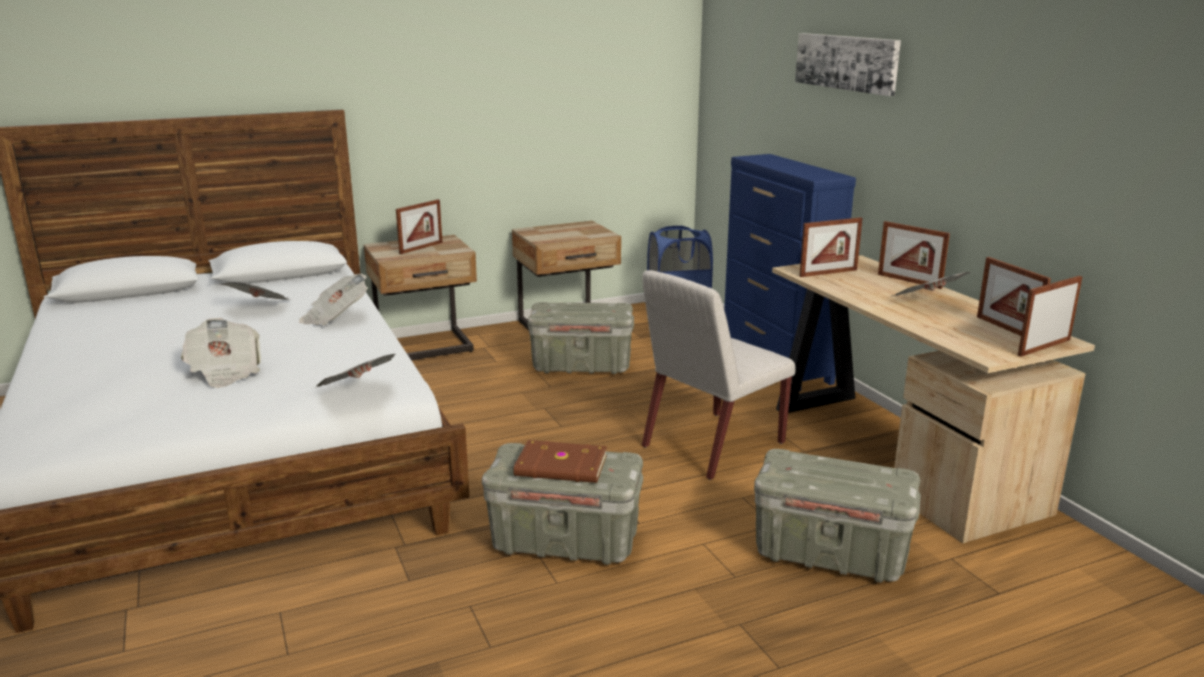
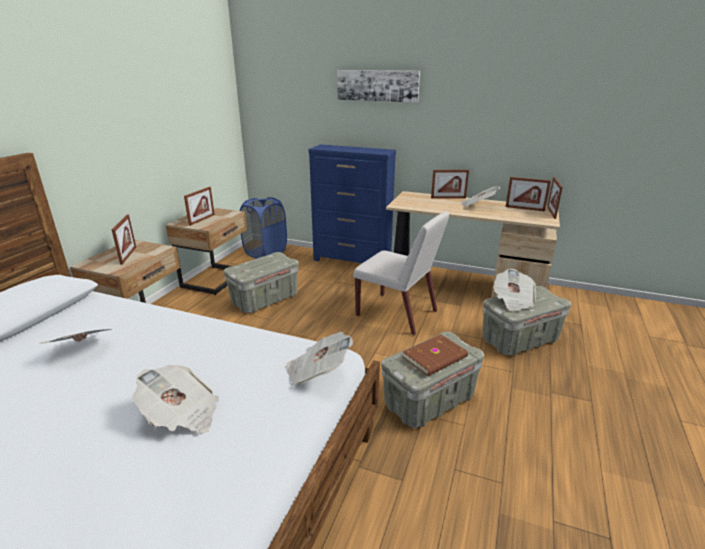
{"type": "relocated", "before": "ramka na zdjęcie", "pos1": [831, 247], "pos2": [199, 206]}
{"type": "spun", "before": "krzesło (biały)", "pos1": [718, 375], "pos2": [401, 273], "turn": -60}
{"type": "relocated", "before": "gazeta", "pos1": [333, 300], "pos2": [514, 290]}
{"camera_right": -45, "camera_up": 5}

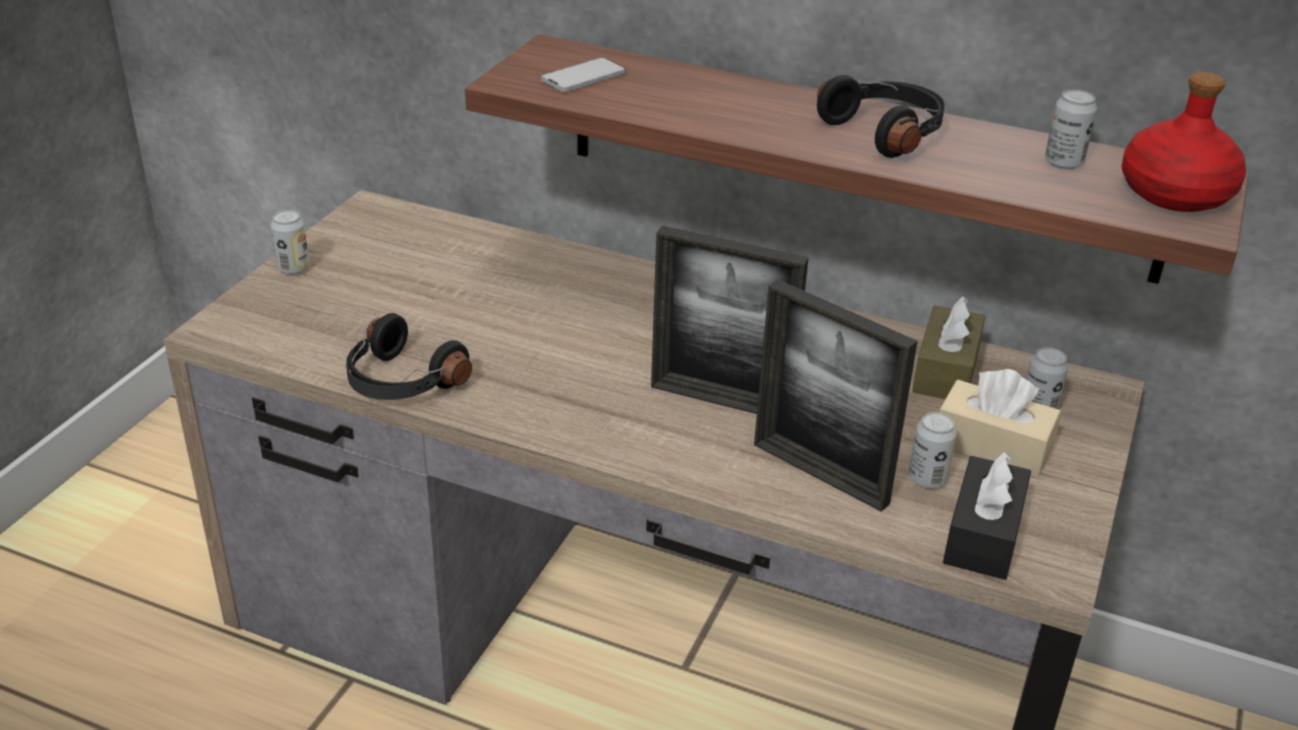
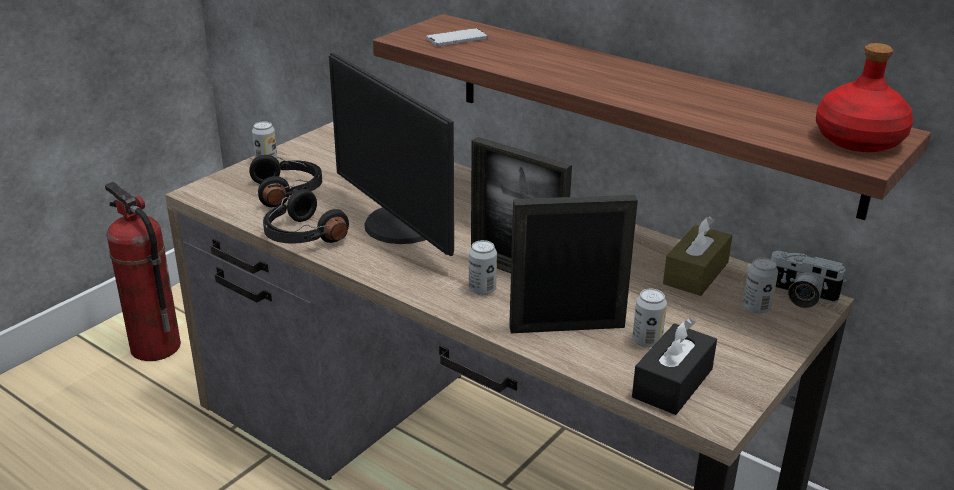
{"type": "appeared", "after": "gaśnica", "pos2": [143, 271]}
{"type": "relocated", "before": "słuchawki (czarny)", "pos1": [881, 116], "pos2": [285, 181]}
{"type": "appeared", "after": "monitor", "pos2": [391, 154]}
{"type": "relocated", "before": "puszka", "pos1": [1071, 130], "pos2": [483, 267]}
{"type": "spun", "before": "ramka na zdjęcie", "pos1": [836, 396], "pos2": [573, 264], "turn": 120}
{"type": "appeared", "after": "aparat fotograficzny", "pos2": [808, 279]}
{"type": "missing", "before": "pudełko chusteczek (beżowy)", "pos1": [1000, 423]}
{"camera_right": 15, "camera_up": -5}

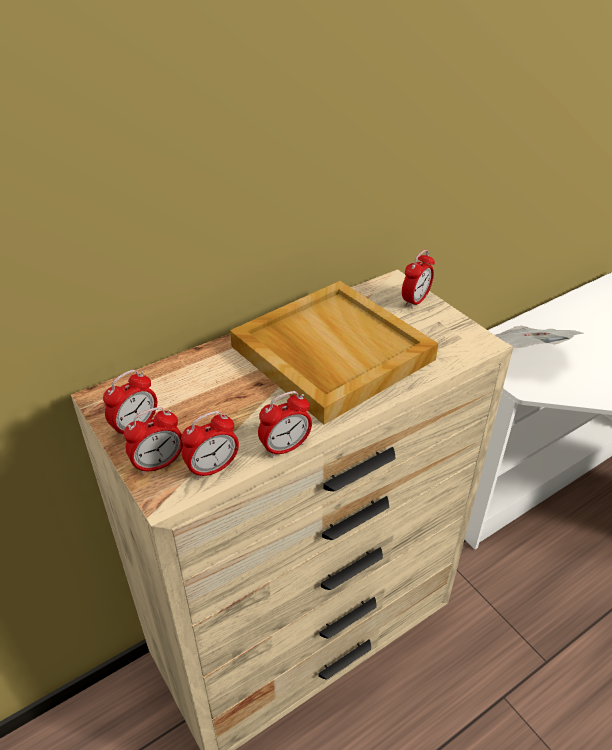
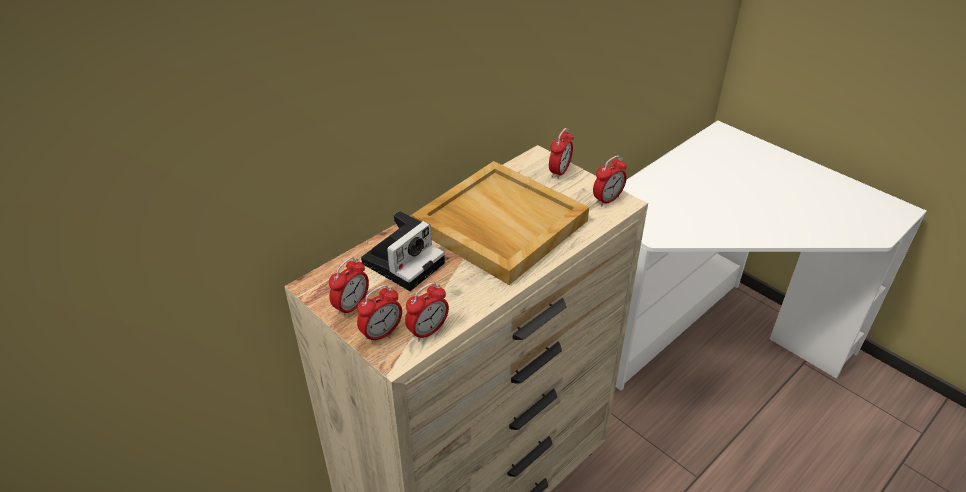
{"type": "appeared", "after": "aparat fotograficzny", "pos2": [403, 251]}
{"type": "relocated", "before": "budzik", "pos1": [285, 424], "pos2": [610, 181]}
{"type": "missing", "before": "gazeta", "pos1": [539, 337]}
{"camera_right": -10, "camera_up": 0}

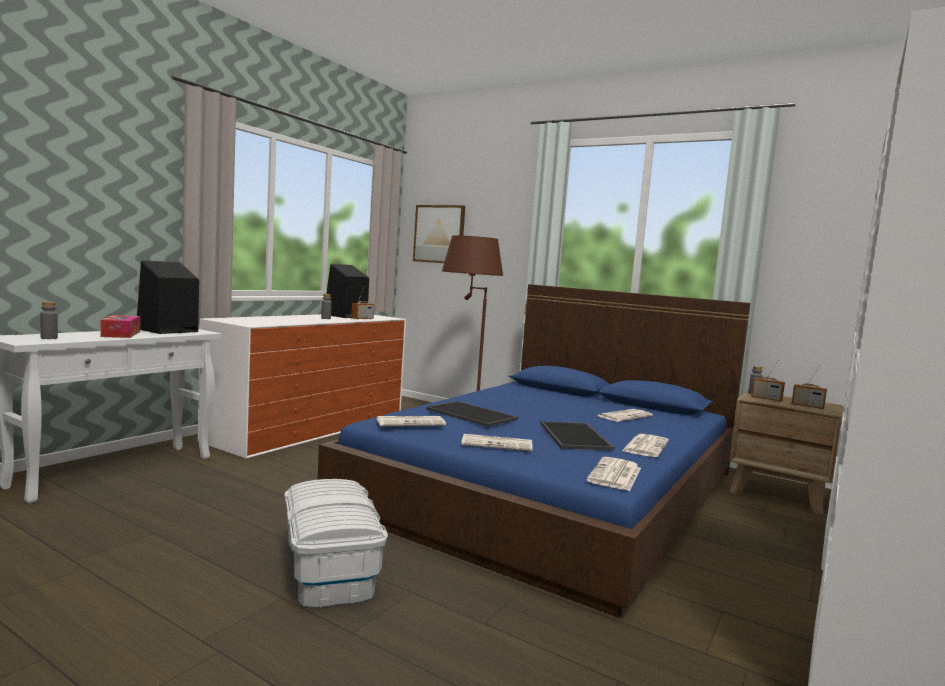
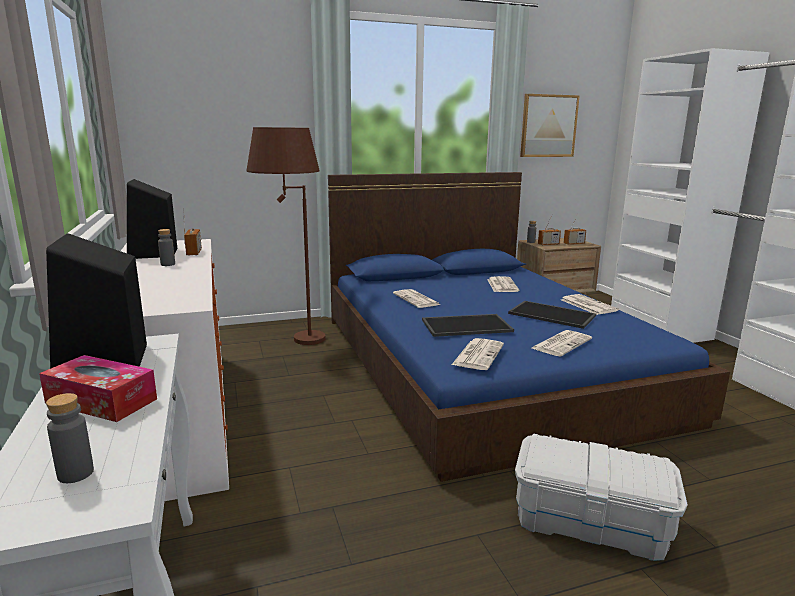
{"type": "relocated", "before": "gazeta", "pos1": [614, 474], "pos2": [416, 298]}
{"type": "relocated", "before": "obraz", "pos1": [439, 234], "pos2": [550, 125]}
{"camera_right": -50, "camera_up": 10}

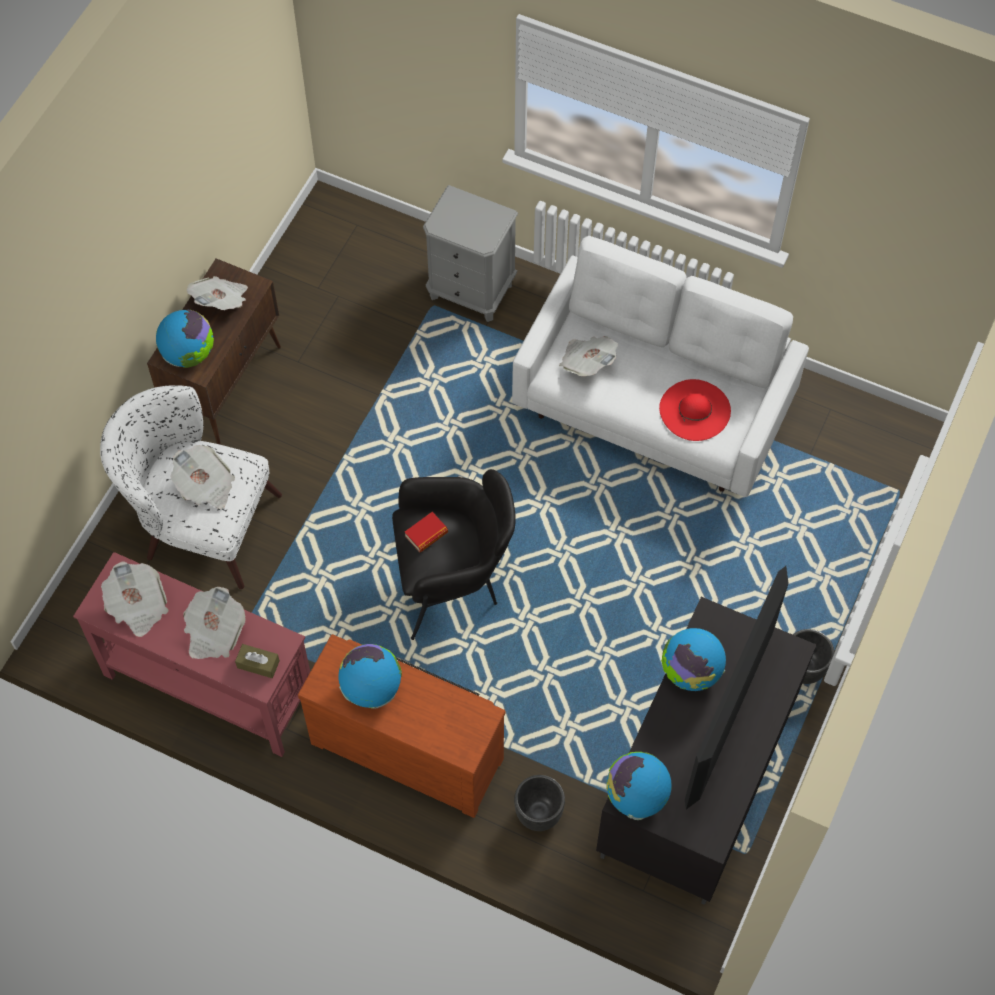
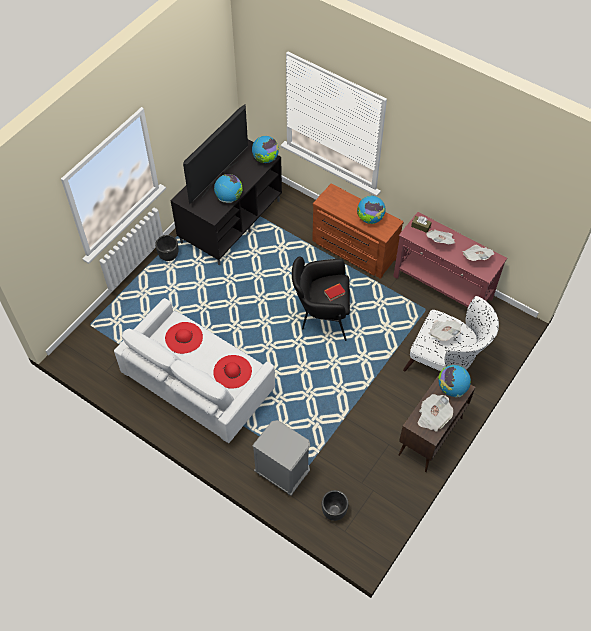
{"type": "exchanged", "before": "gazeta", "after": "kapelusz (czerwony)", "pos1": [588, 356], "pos2": [232, 372]}
{"type": "relocated", "before": "donica (czarny)", "pos1": [539, 803], "pos2": [335, 505]}
{"camera_right": -170, "camera_up": -5}

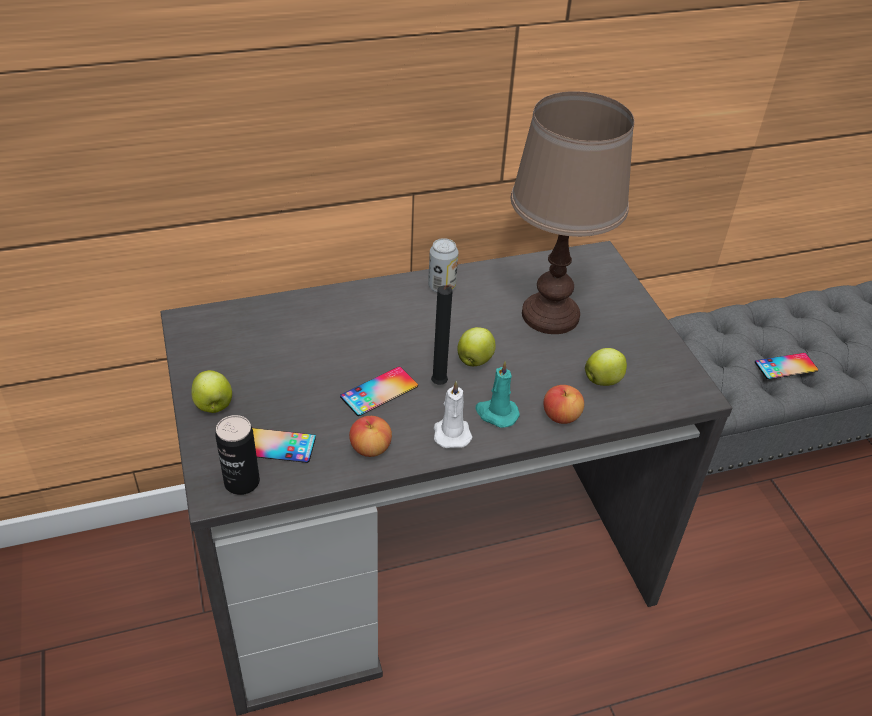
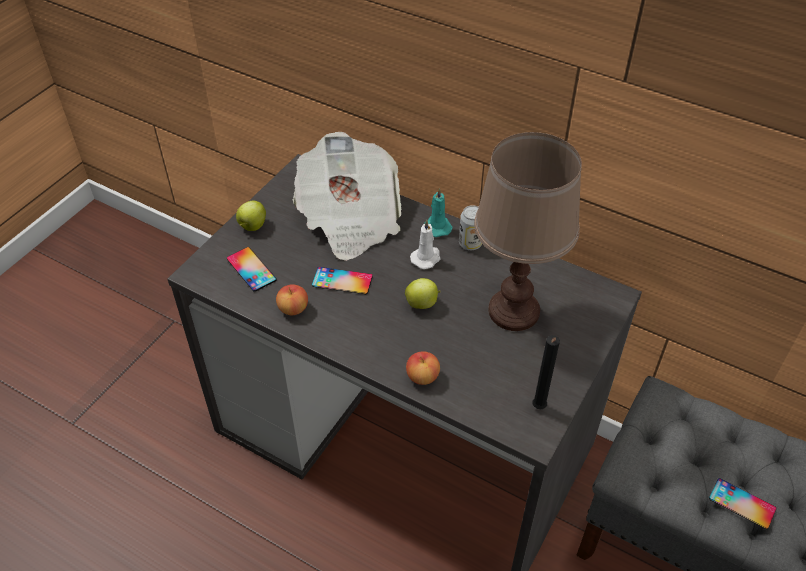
{"type": "appeared", "after": "gazeta", "pos2": [347, 196]}
{"type": "relocated", "before": "świeca (biały)", "pos1": [453, 414], "pos2": [425, 244]}
{"type": "relocated", "before": "świeca (turkusowy)", "pos1": [497, 394], "pos2": [438, 212]}
{"type": "relocated", "before": "świeca (czarny)", "pos1": [442, 334], "pos2": [546, 372]}
{"type": "missing", "before": "puszka", "pos1": [237, 455]}
{"type": "missing", "before": "jabłko", "pos1": [606, 367]}
{"camera_right": 50, "camera_up": 5}

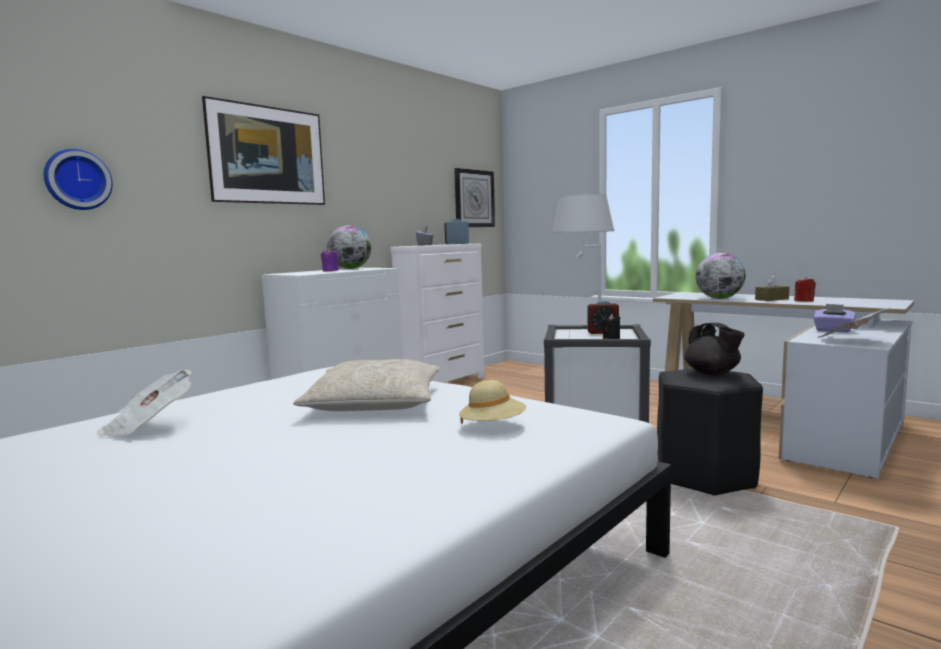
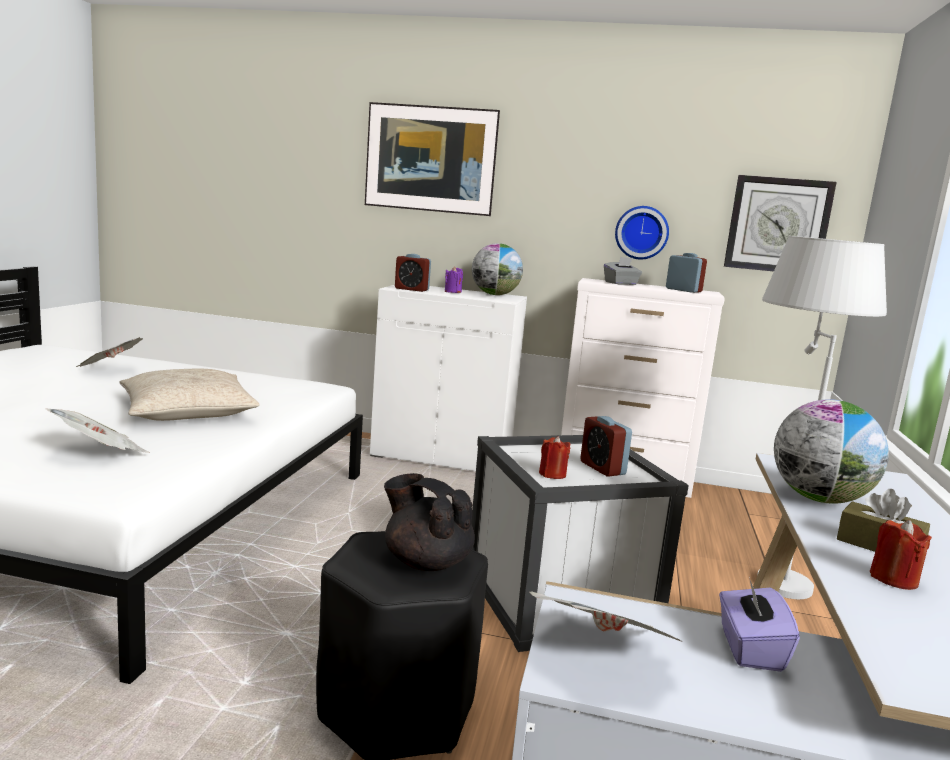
{"type": "exchanged", "before": "kapelusz (beżowy)", "after": "gazeta", "pos1": [492, 402], "pos2": [98, 431]}
{"type": "spun", "before": "imbryk (czarny)", "pos1": [714, 349], "pos2": [429, 522], "turn": 90}
{"type": "appeared", "after": "budzik", "pos2": [413, 273]}
{"type": "colour", "before": "świeca (czarny)", "after": "świeca (czerwony)", "pos1": [611, 326], "pos2": [554, 457]}
{"type": "relocated", "before": "zegar ścienny", "pos1": [78, 179], "pos2": [642, 233]}
{"camera_right": 60, "camera_up": 5}

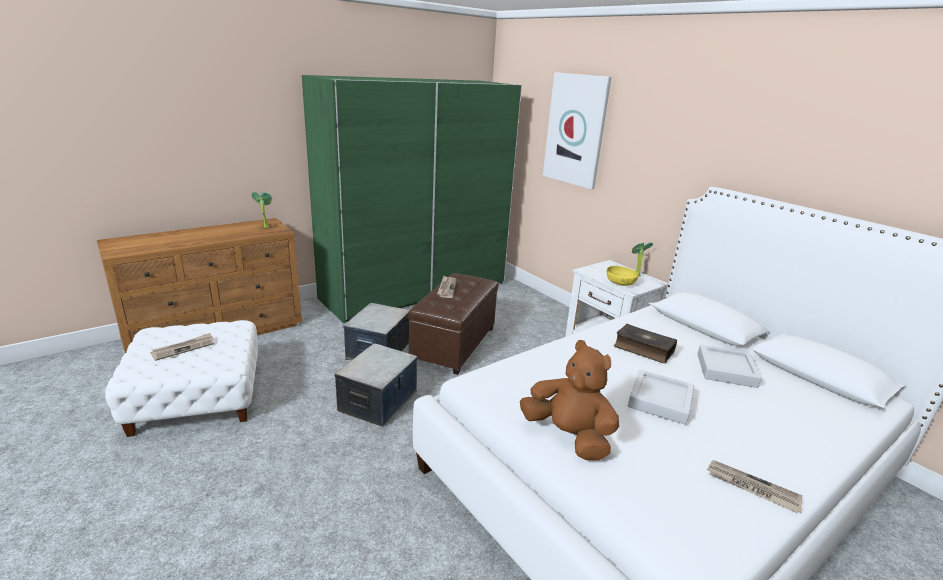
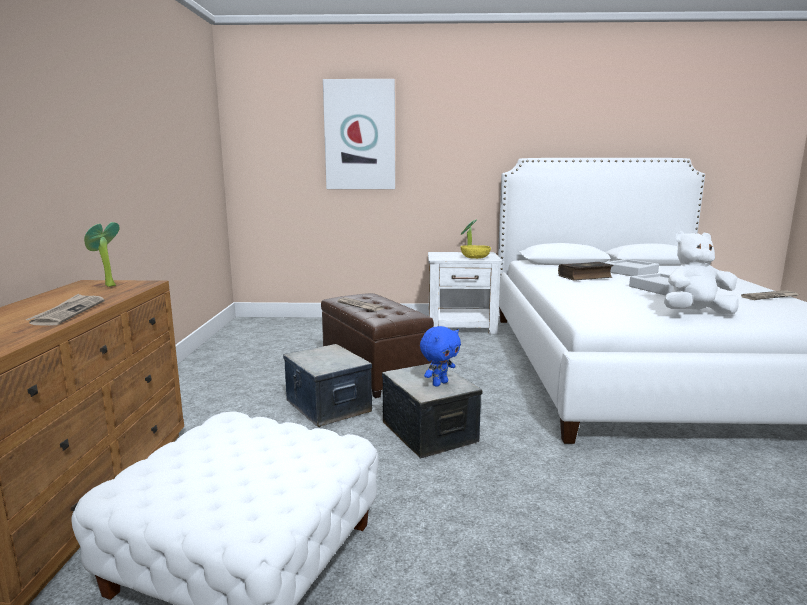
{"type": "relocated", "before": "gazeta", "pos1": [182, 347], "pos2": [65, 310]}
{"type": "appeared", "after": "pluszak (niebieski)", "pos2": [440, 356]}
{"type": "colour", "before": "pluszak (brązowy)", "after": "pluszak (biały)", "pos1": [569, 400], "pos2": [701, 272]}
{"type": "missing", "before": "szafa (zielony)", "pos1": [412, 199]}
{"camera_right": -50, "camera_up": -10}

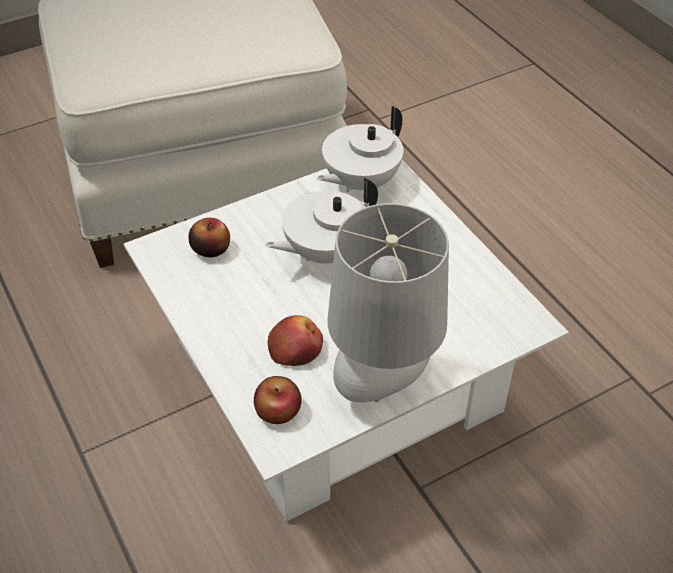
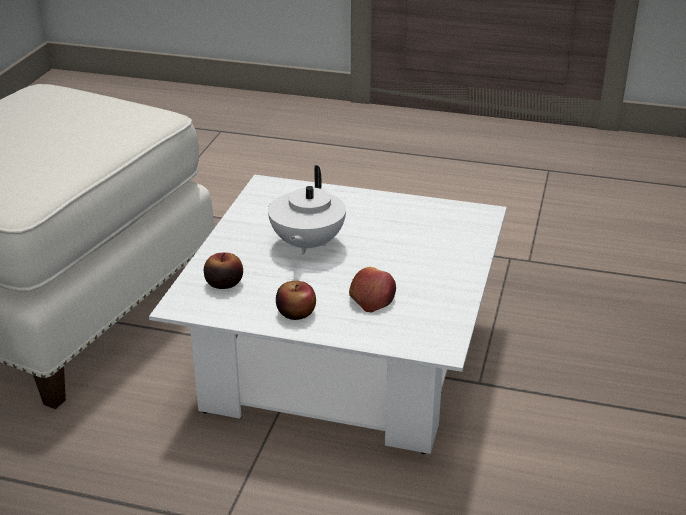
{"type": "relocated", "before": "jabłko", "pos1": [278, 400], "pos2": [296, 300]}
{"type": "missing", "before": "imbryk (biały)", "pos1": [360, 149]}
{"type": "missing", "before": "lampa stołowa (szary)", "pos1": [388, 302]}
{"camera_right": -45, "camera_up": -15}

